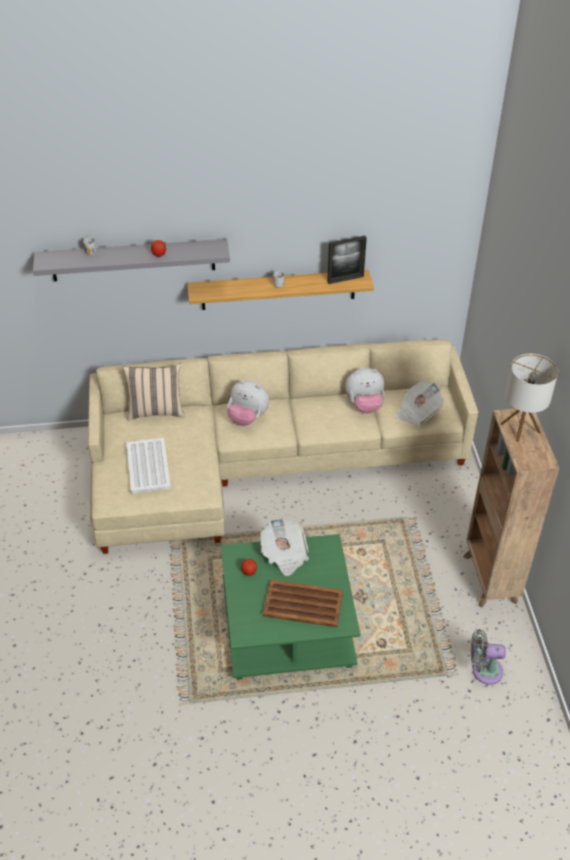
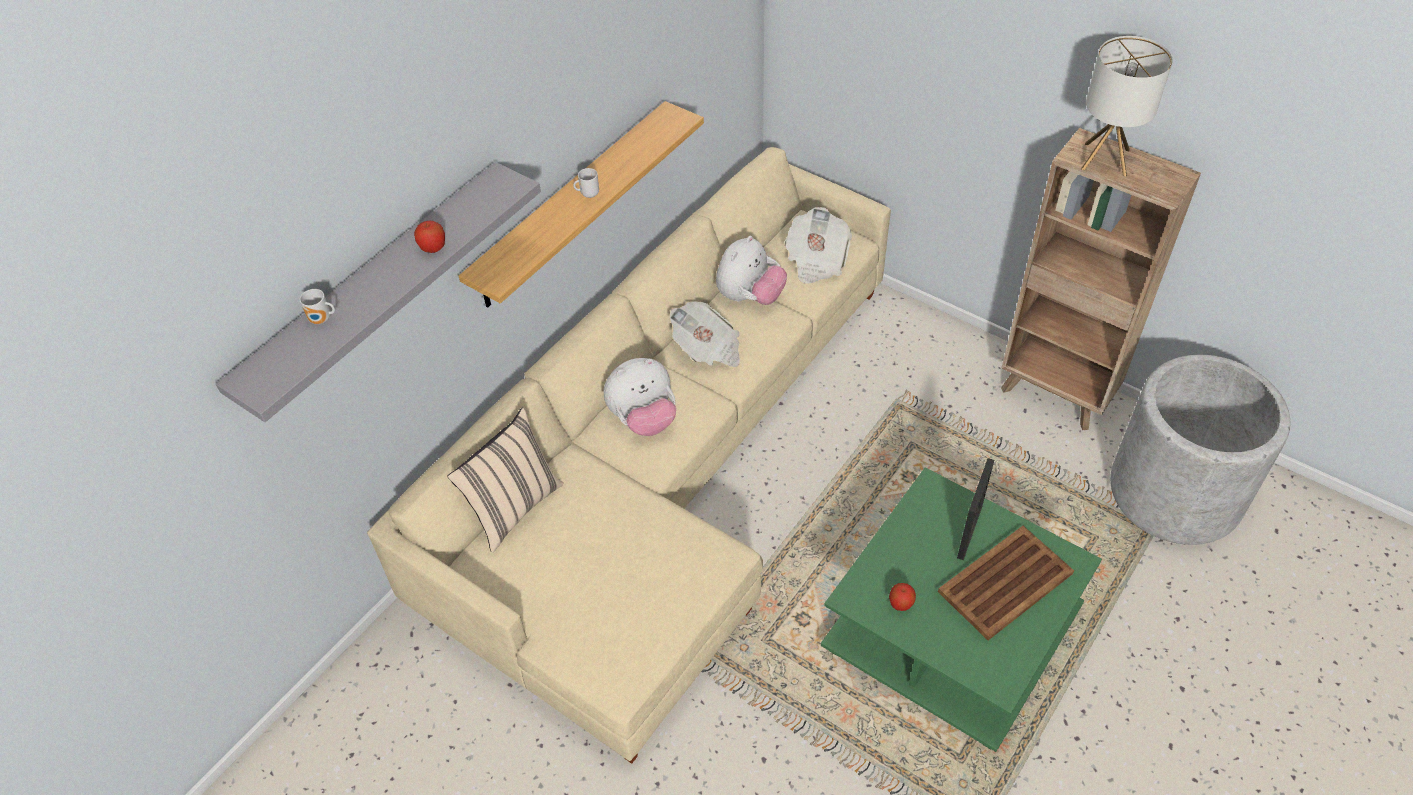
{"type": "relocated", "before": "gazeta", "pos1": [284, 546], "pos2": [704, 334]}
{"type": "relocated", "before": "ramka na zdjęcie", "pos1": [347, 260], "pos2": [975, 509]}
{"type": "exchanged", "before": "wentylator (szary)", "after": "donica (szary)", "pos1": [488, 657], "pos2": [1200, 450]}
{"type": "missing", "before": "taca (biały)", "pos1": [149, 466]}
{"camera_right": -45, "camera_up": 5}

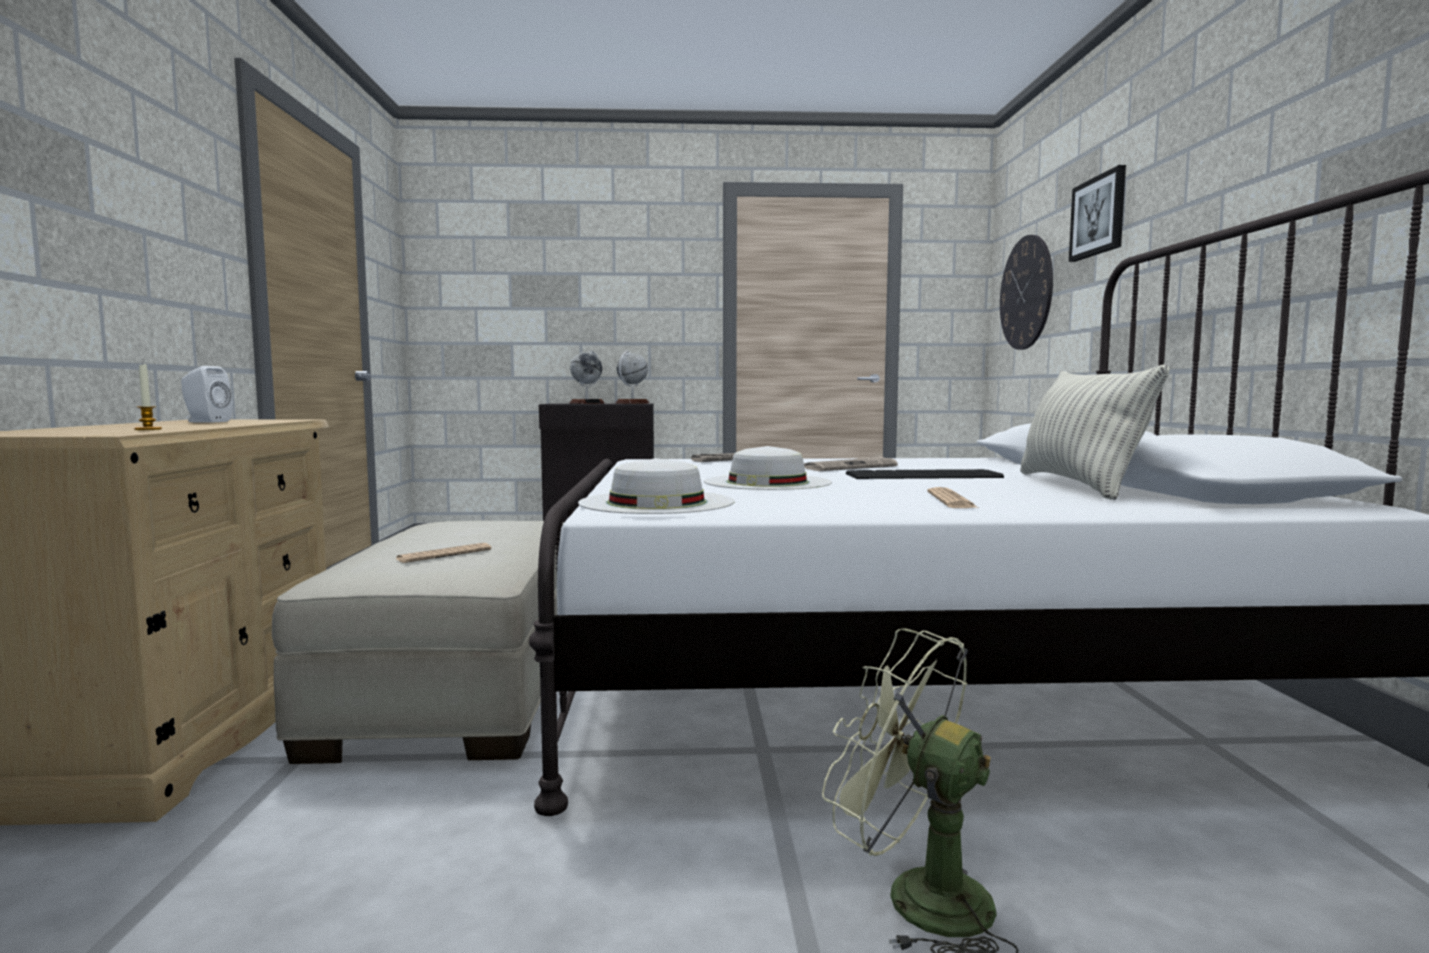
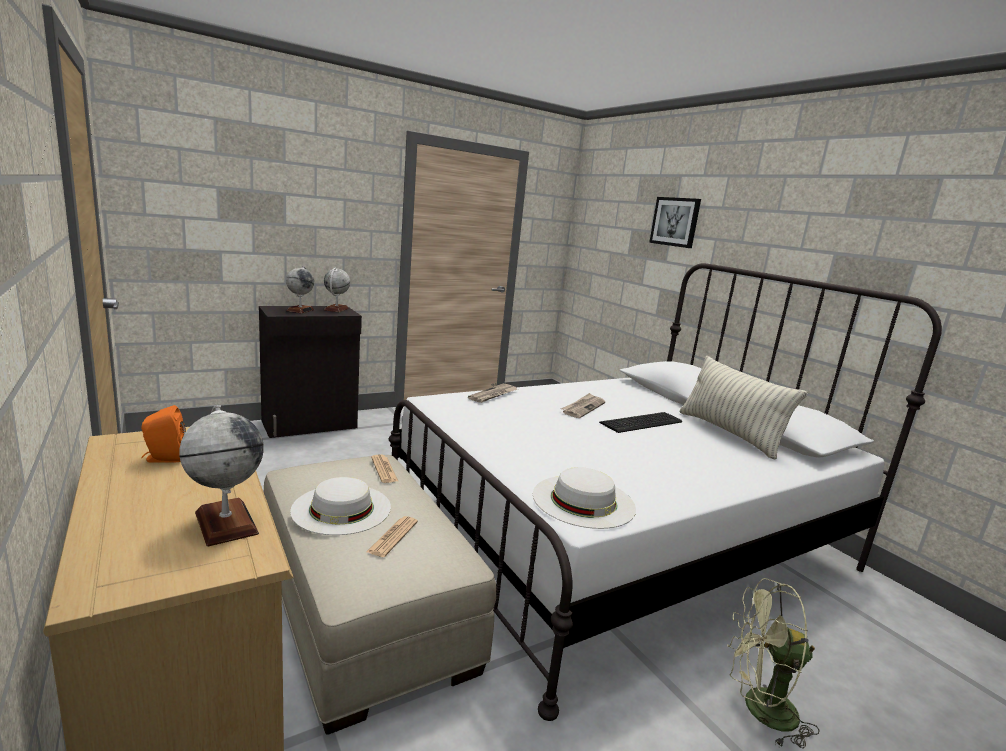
{"type": "colour", "before": "głośnik (biały)", "after": "głośnik (pomarańczowy)", "pos1": [207, 394], "pos2": [163, 434]}
{"type": "exchanged", "before": "świeca", "after": "globus", "pos1": [148, 396], "pos2": [222, 476]}
{"type": "relocated", "before": "kapelusz (biały)", "pos1": [768, 468], "pos2": [340, 506]}
{"type": "relocated", "before": "gazeta", "pos1": [952, 497], "pos2": [384, 469]}
{"type": "missing", "before": "zegar ścienny", "pos1": [1026, 292]}
{"camera_right": -30, "camera_up": 10}

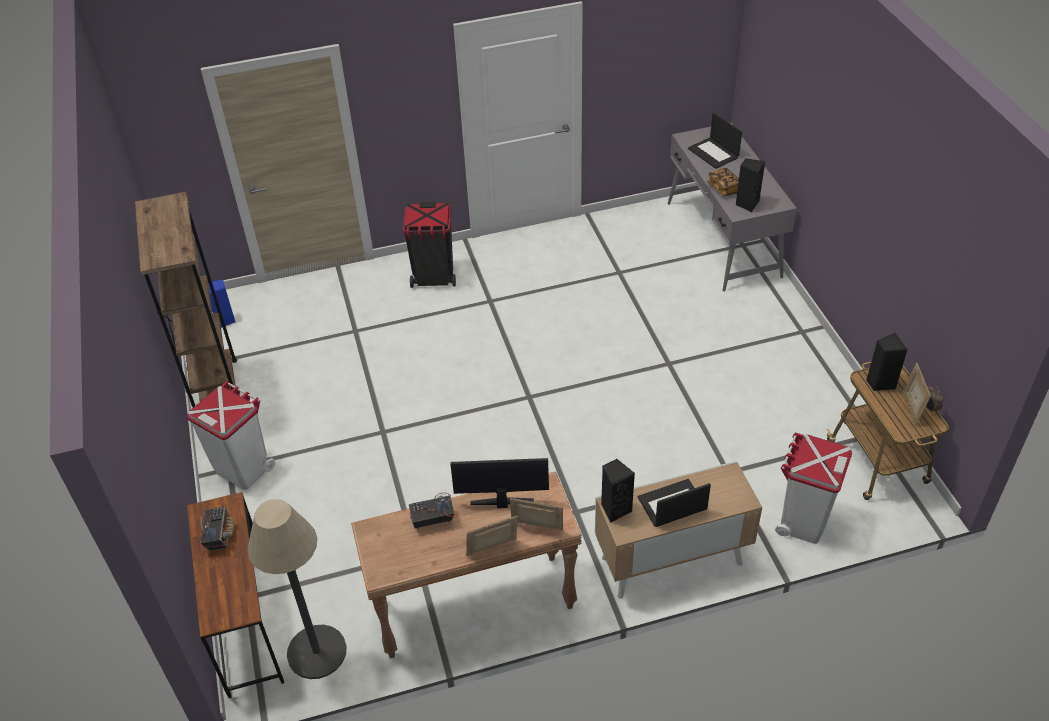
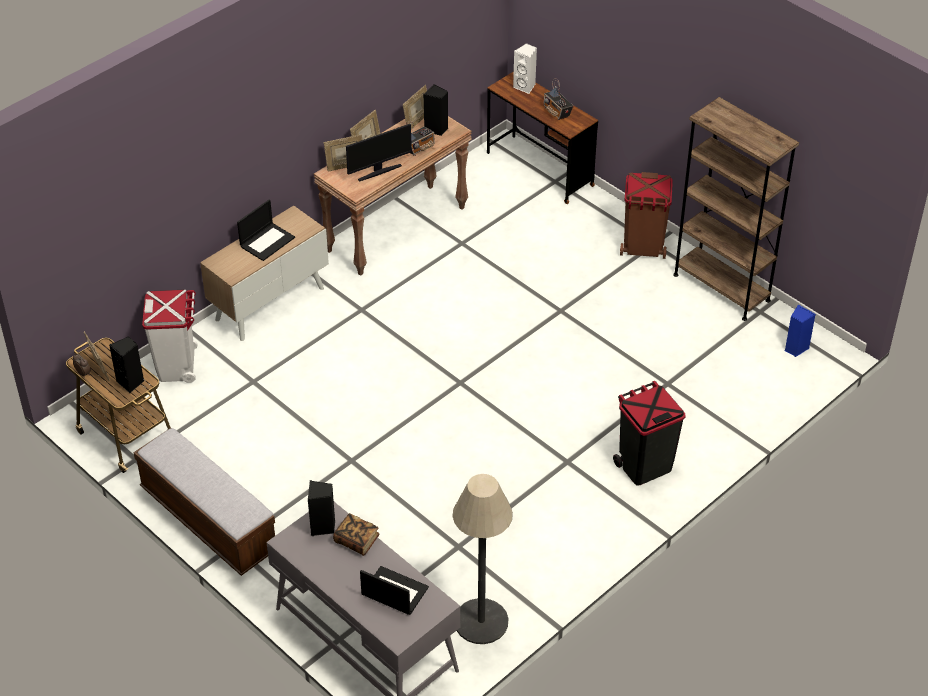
{"type": "appeared", "after": "ławka", "pos2": [204, 502]}
{"type": "appeared", "after": "ramka na zdjęcie", "pos2": [415, 107]}
{"type": "relocated", "before": "głośnik (czarny)", "pos1": [618, 491], "pos2": [436, 110]}
{"type": "relocated", "before": "lampa stojąca", "pos1": [297, 589], "pos2": [482, 559]}
{"type": "appeared", "after": "głośnik (biały)", "pos2": [525, 68]}
{"type": "colour", "before": "kosz na śmieci (biały)", "after": "kosz na śmieci (brązowy)", "pos1": [231, 435], "pos2": [646, 215]}
{"camera_right": 150, "camera_up": 0}

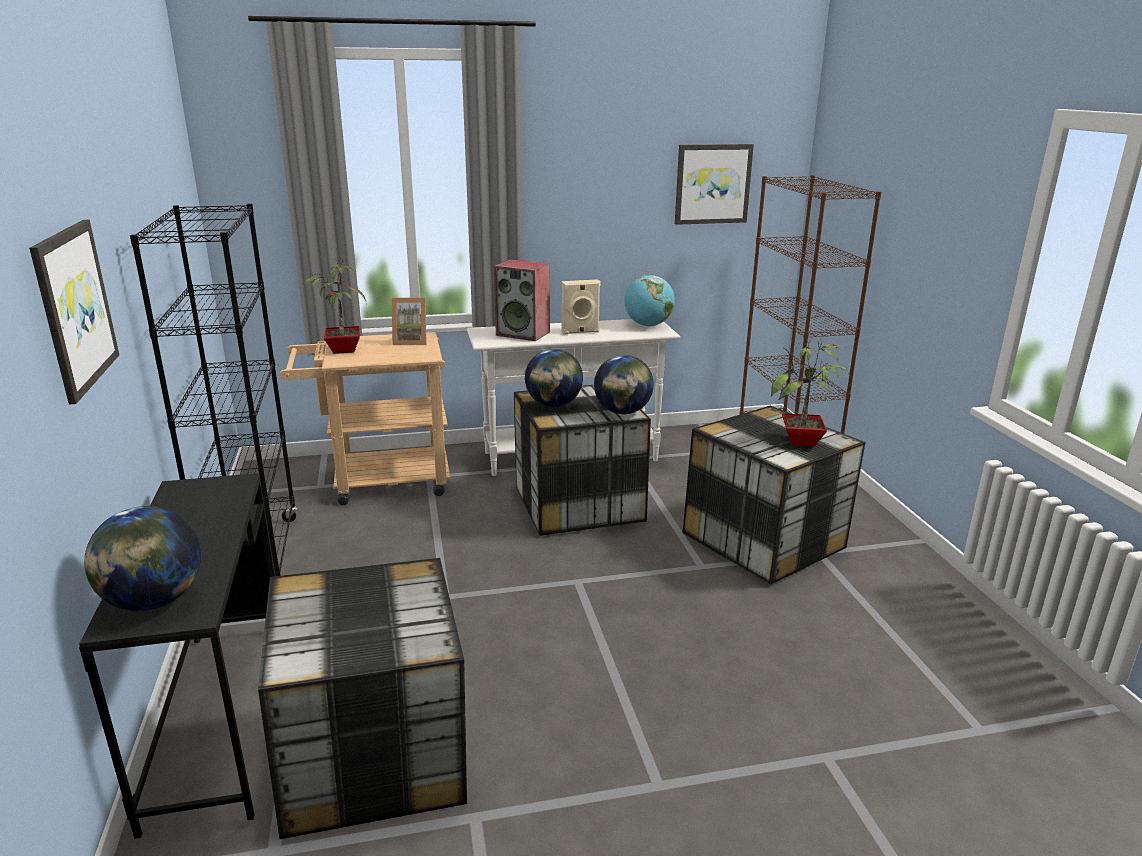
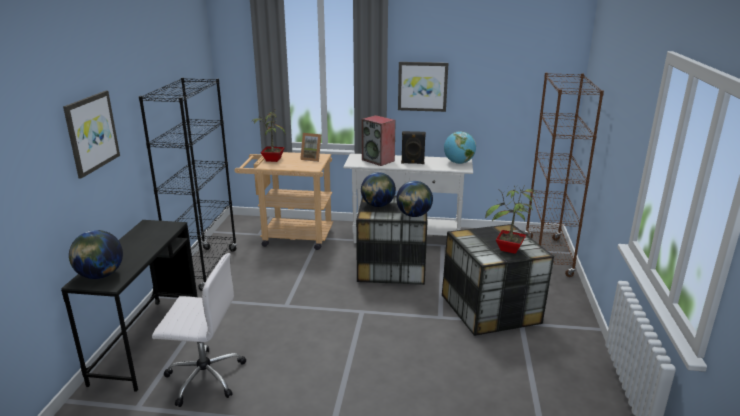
{"type": "exchanged", "before": "pojemnik do przechowywania", "after": "krzesło biurowe (biały)", "pos1": [362, 698], "pos2": [199, 330]}
{"type": "relocated", "before": "obraz", "pos1": [714, 184], "pos2": [423, 87]}
{"type": "colour", "before": "głośnik (beżowy)", "after": "głośnik (czarny)", "pos1": [581, 307], "pos2": [413, 147]}
{"camera_right": 20, "camera_up": 0}

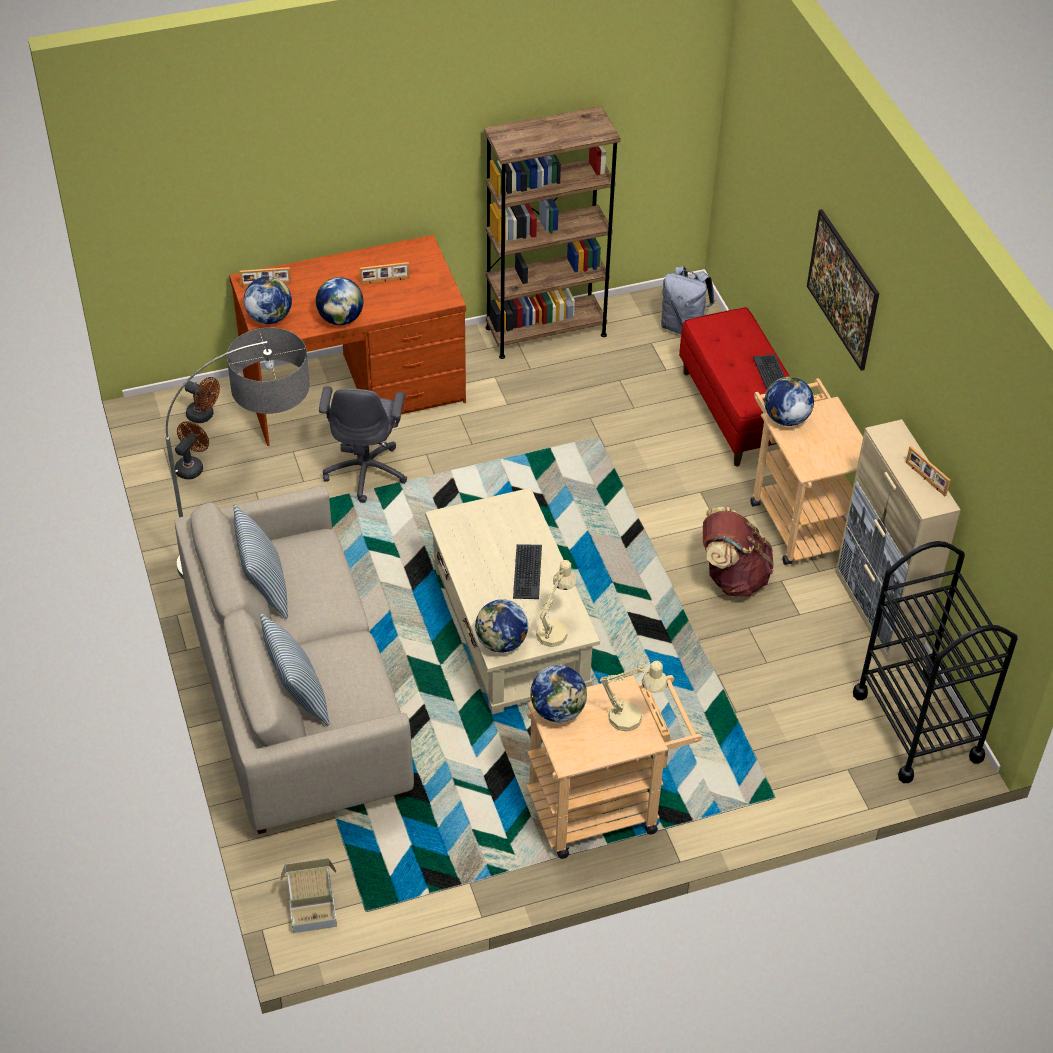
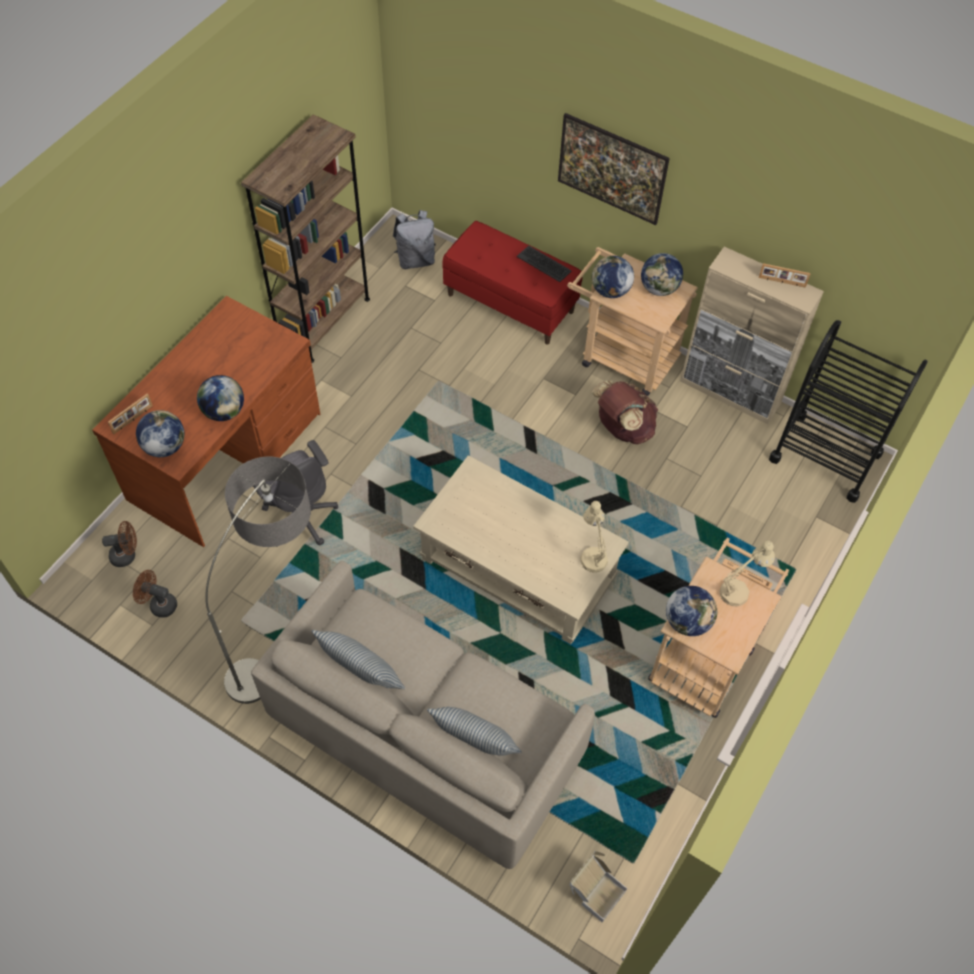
{"type": "spun", "before": "wentylator (brązowy)", "pos1": [192, 450], "pos2": [155, 594], "turn": -60}
{"type": "relocated", "before": "globus", "pos1": [501, 626], "pos2": [662, 274]}
{"type": "missing", "before": "ramka na zdjęcie", "pos1": [385, 273]}
{"type": "missing", "before": "klawiatura", "pos1": [527, 571]}
{"camera_right": -40, "camera_up": 10}

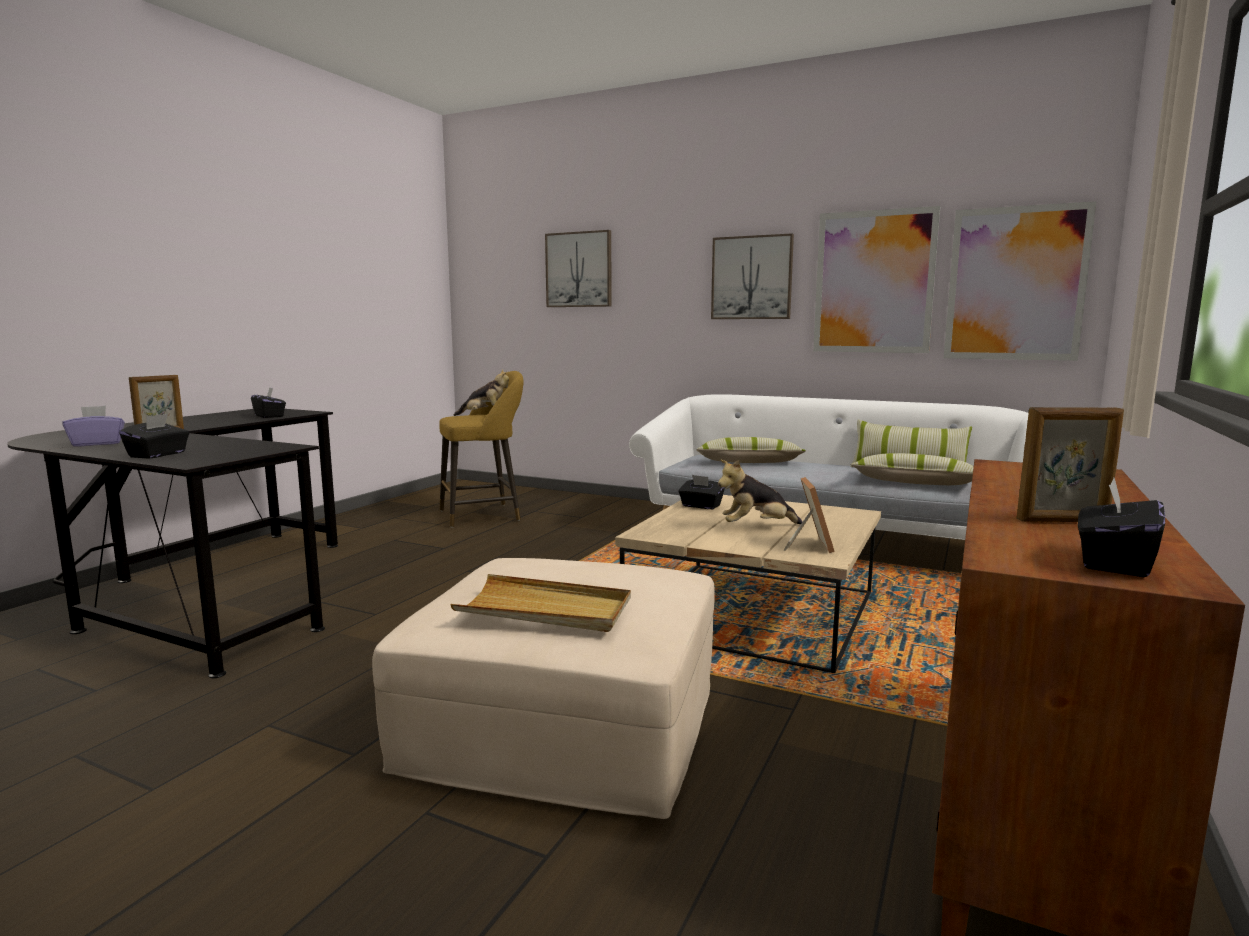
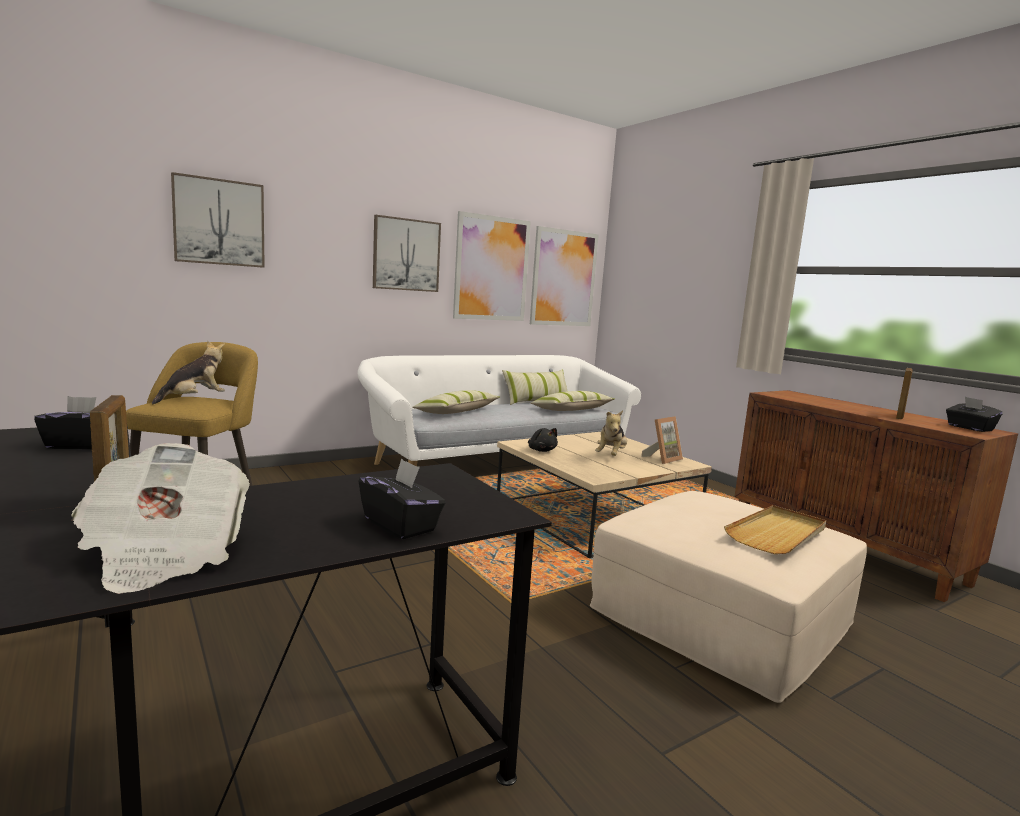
{"type": "exchanged", "before": "pudełko chusteczek (fioletowy)", "after": "gazeta", "pos1": [93, 426], "pos2": [160, 518]}
{"type": "exchanged", "before": "pudełko chusteczek (czarny)", "after": "pluszak (czarny)", "pos1": [701, 492], "pos2": [543, 440]}
{"type": "spun", "before": "ramka na zdjęcie", "pos1": [809, 515], "pos2": [662, 440], "turn": 105}
{"camera_right": -60, "camera_up": 0}

